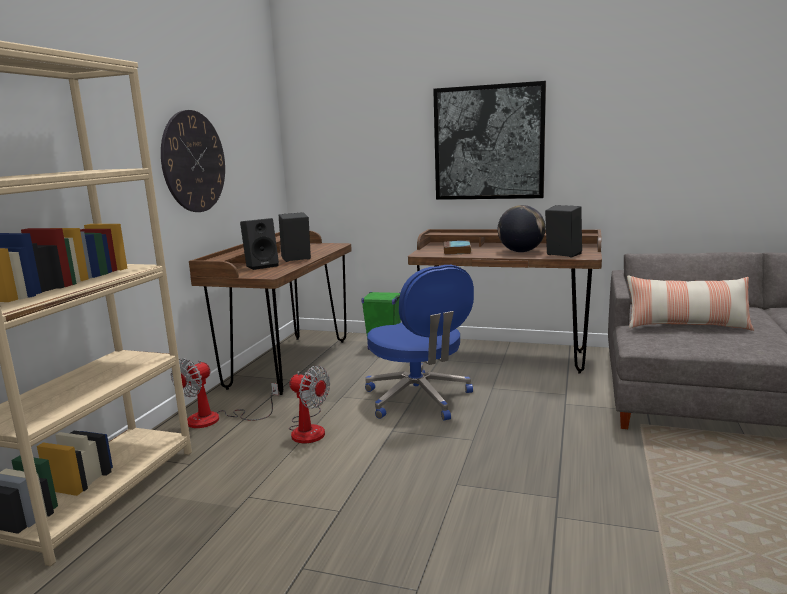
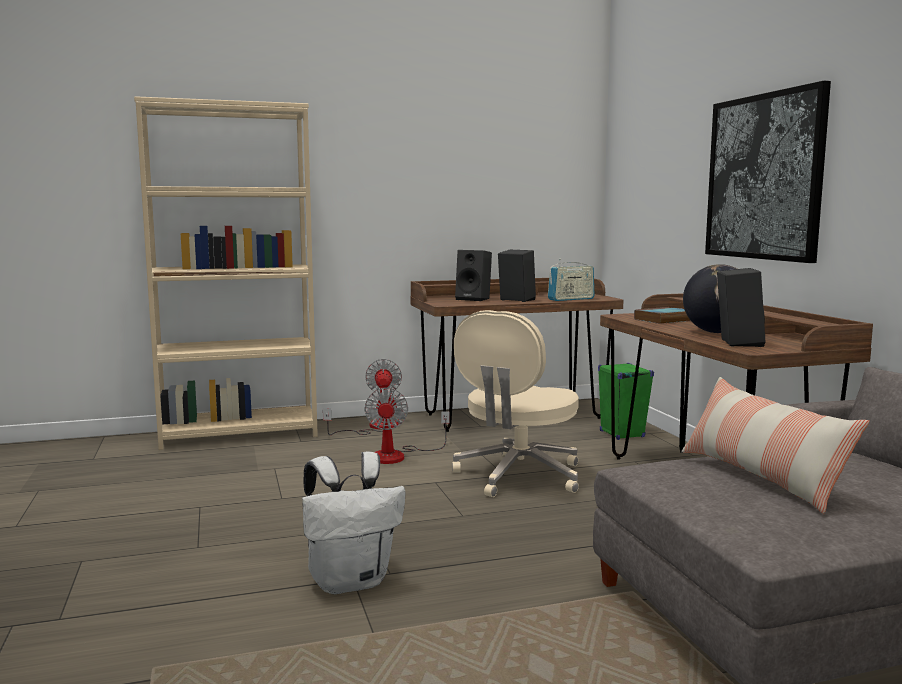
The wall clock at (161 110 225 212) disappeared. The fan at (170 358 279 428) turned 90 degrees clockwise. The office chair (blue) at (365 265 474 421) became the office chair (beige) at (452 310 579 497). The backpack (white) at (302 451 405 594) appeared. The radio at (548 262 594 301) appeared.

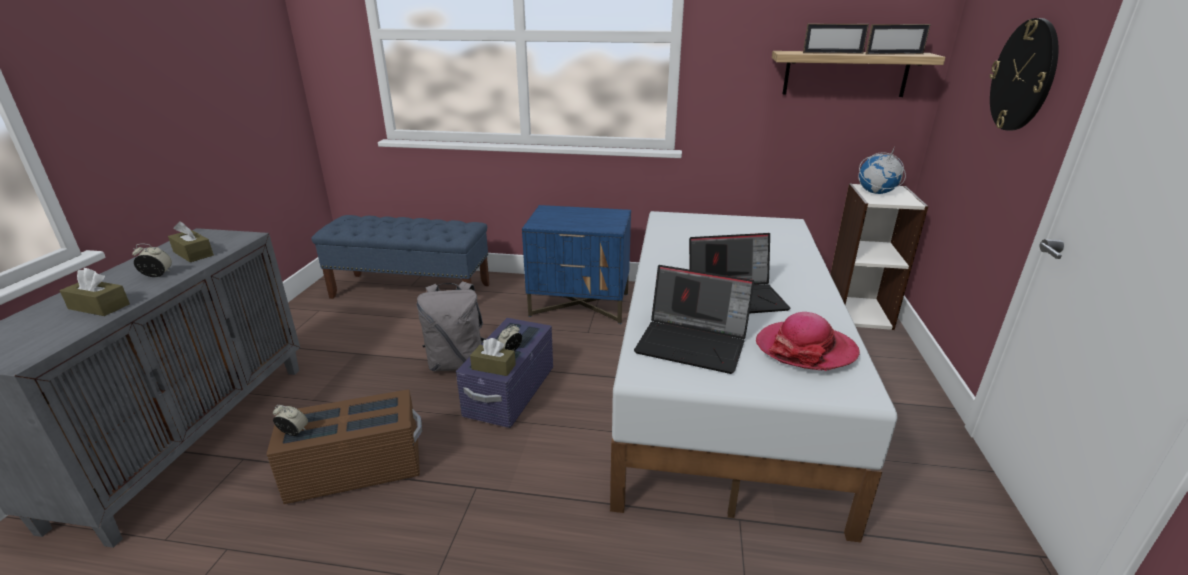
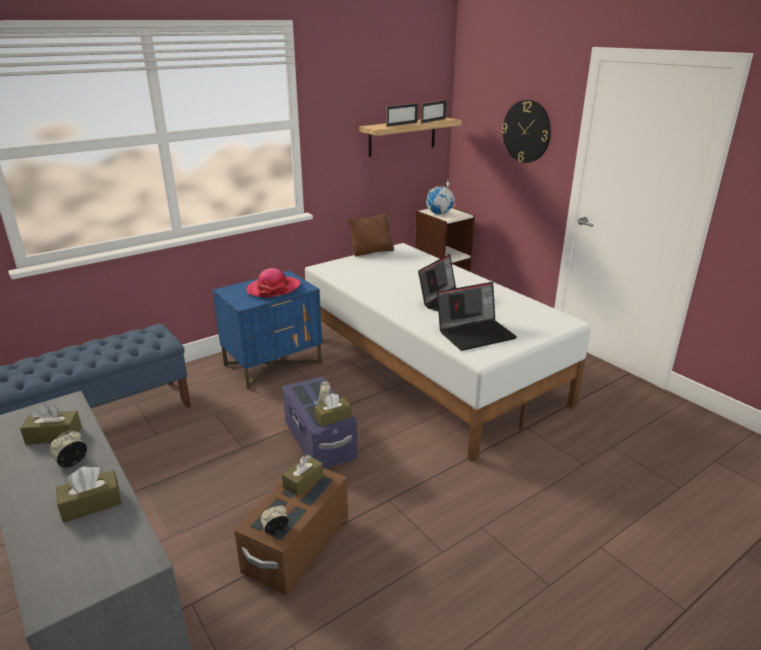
The backpack (grey) at (417 282 486 371) disappeared. The hat moved from (756 312 860 371) to (246 268 301 298). The tissue box (brown) at (282 455 323 496) appeared. The pillow (brown) at (348 212 394 257) appeared.

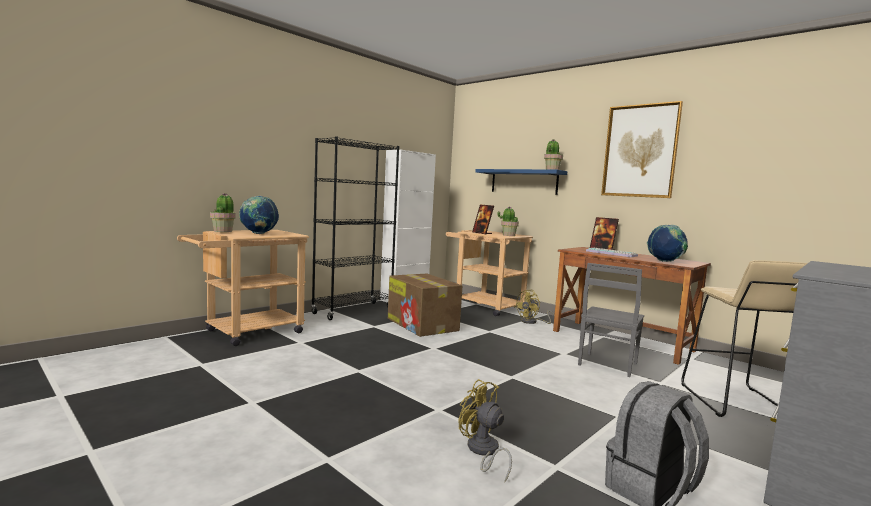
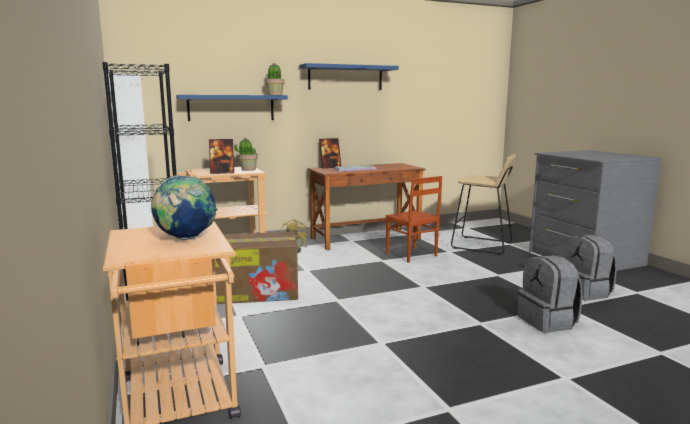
The potted plant at (210 194 236 232) disappeared. The fan (yellow) at (458 379 512 482) was replaced by the backpack (grey) at (518 255 582 333). The chair (grey) at (578 263 644 377) became the chair (brown) at (385 176 442 263). The picture at (601 101 683 198) was replaced by the shelf (blue) at (299 63 399 90). The globe at (647 225 688 262) disappeared.

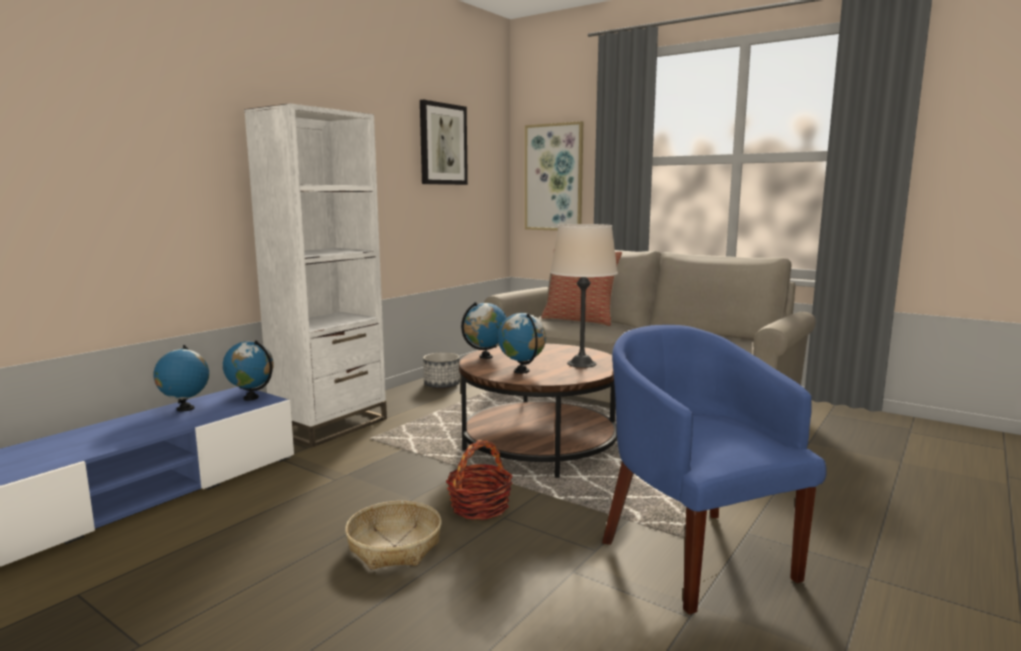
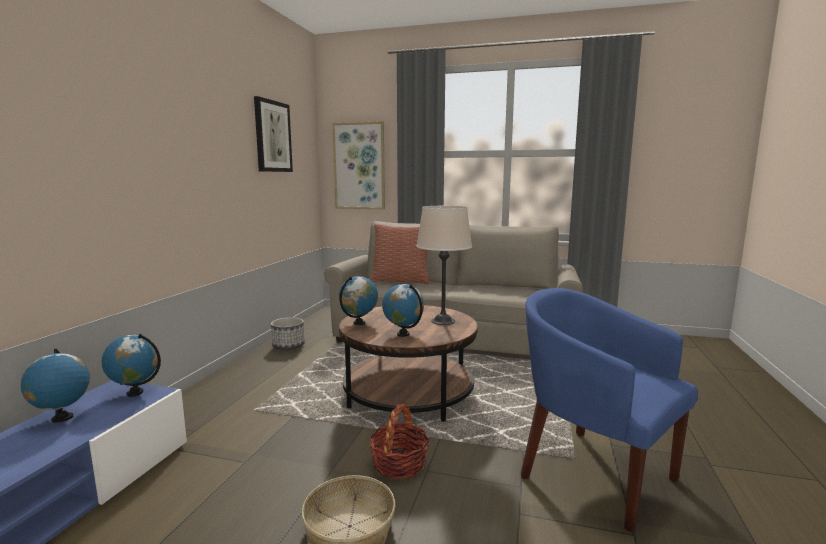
The bookcase (white) at (244 103 387 447) disappeared.

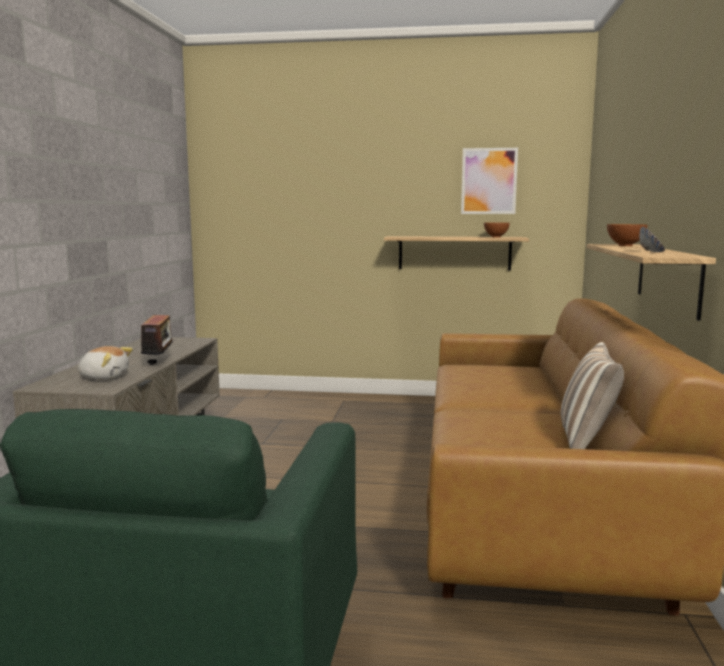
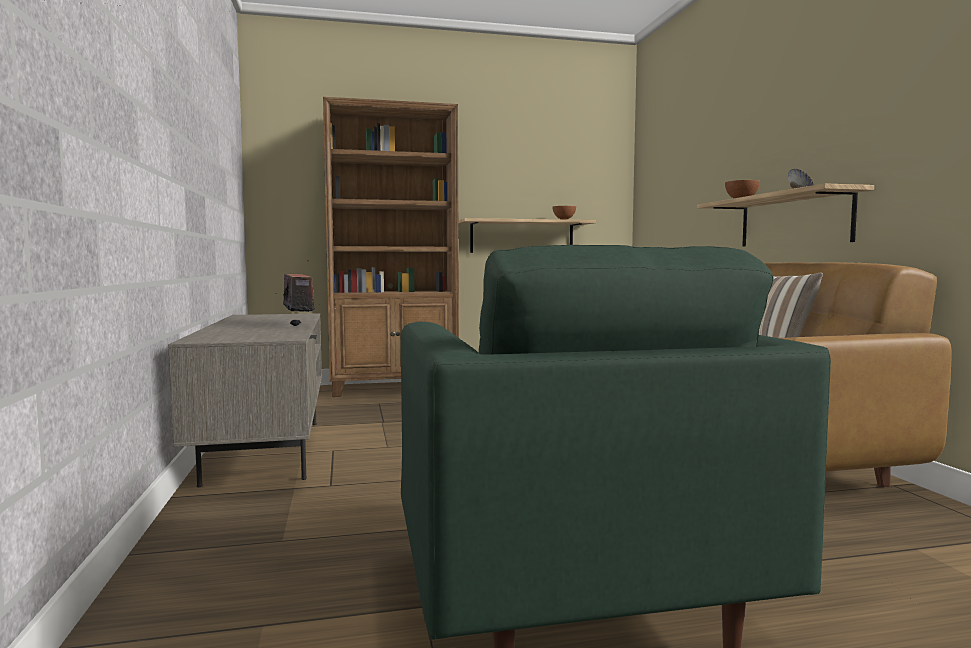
The plush toy at (77 346 133 380) disappeared. The picture at (461 148 518 214) disappeared. The bookcase (brown) at (323 97 459 397) appeared.

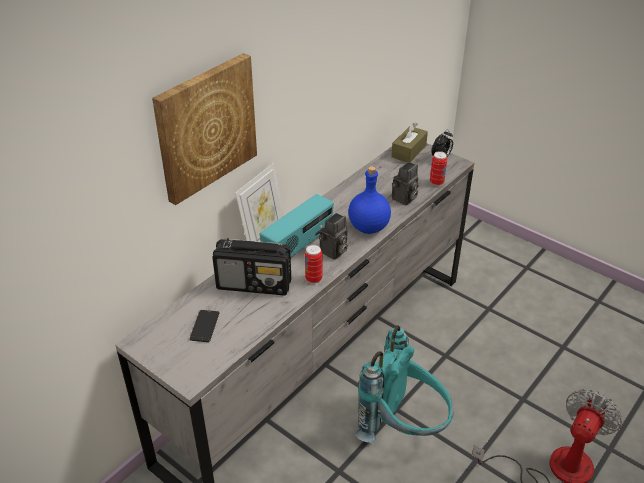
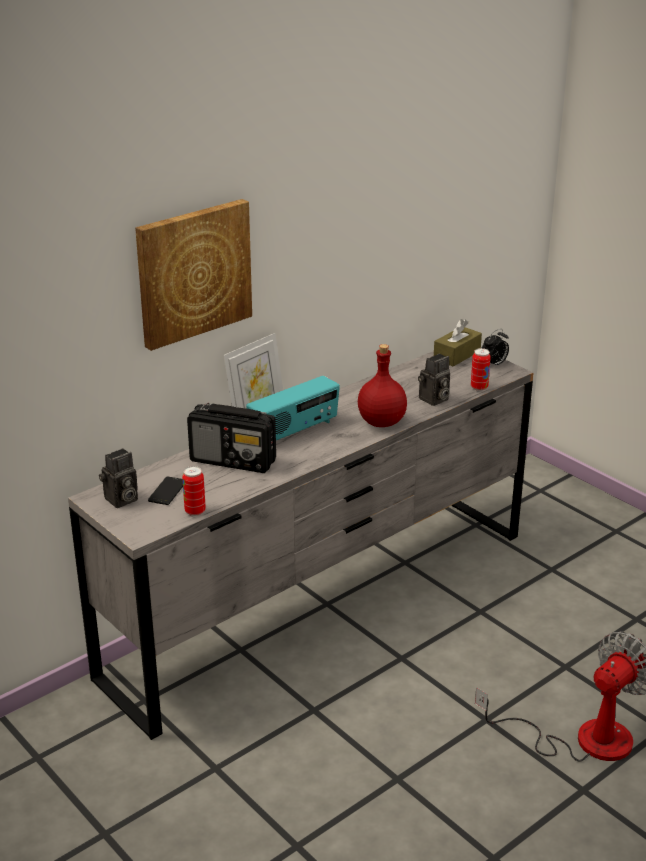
The can moved from (305 245 322 283) to (182 466 206 516). The photo camera moved from (319 213 348 260) to (99 448 138 508). The bottle (blue) at (348 166 391 234) became the bottle (red) at (358 344 407 427). The backpack (turquoise) at (355 325 454 443) disappeared.

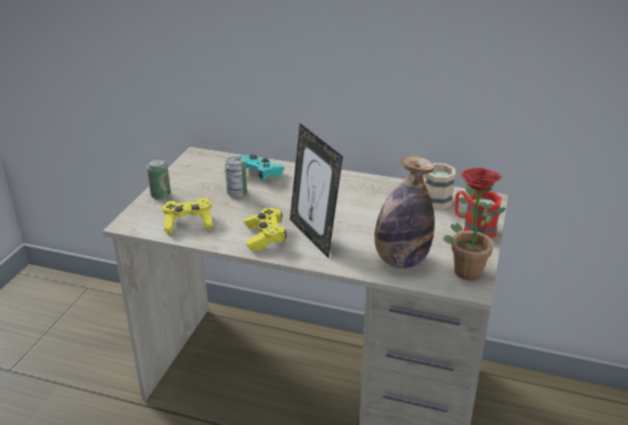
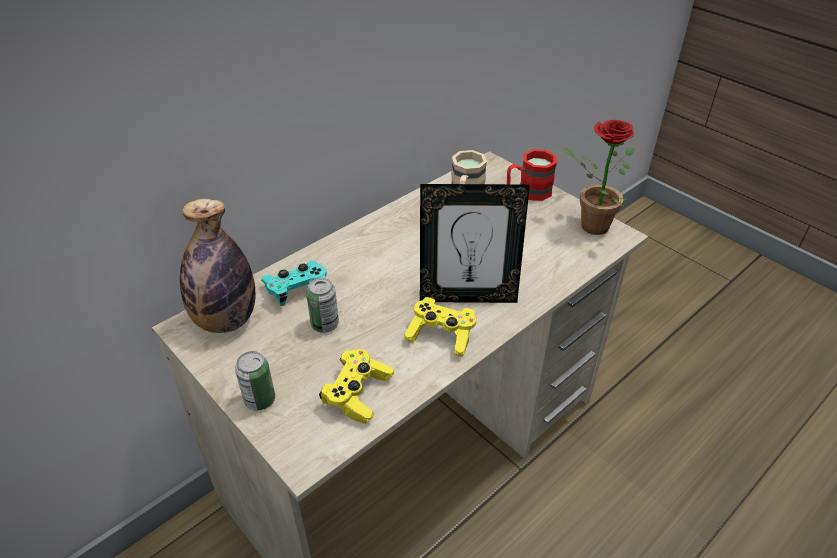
The bottle moved from (374 156 435 269) to (180 199 255 333).

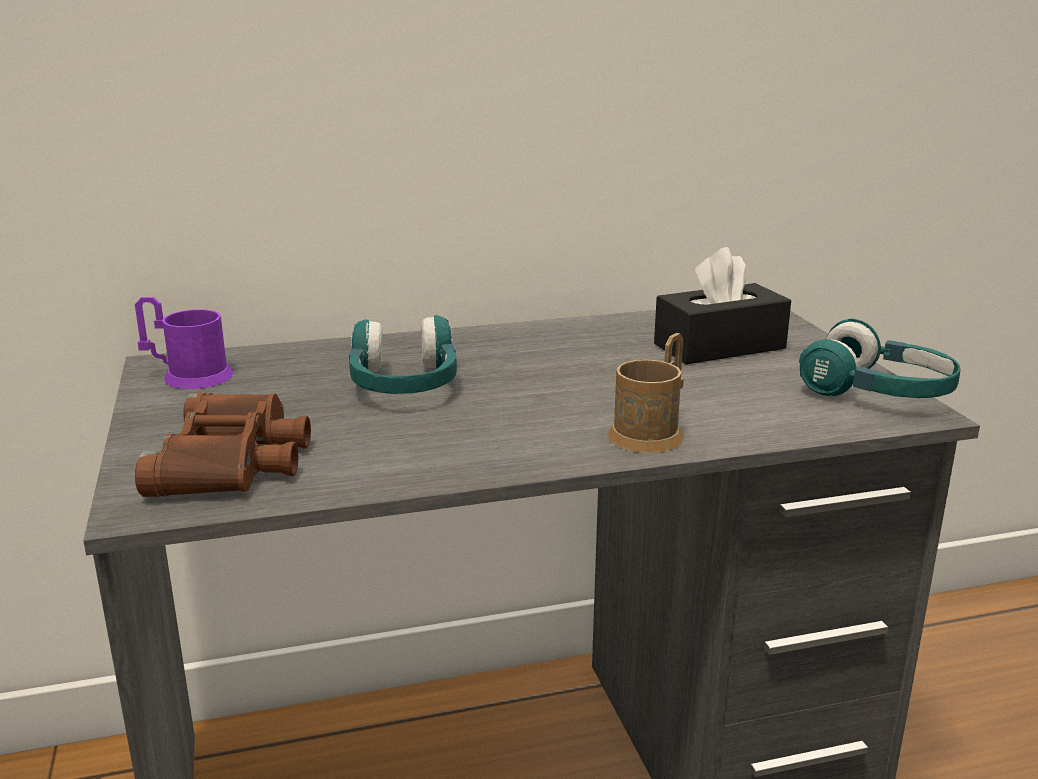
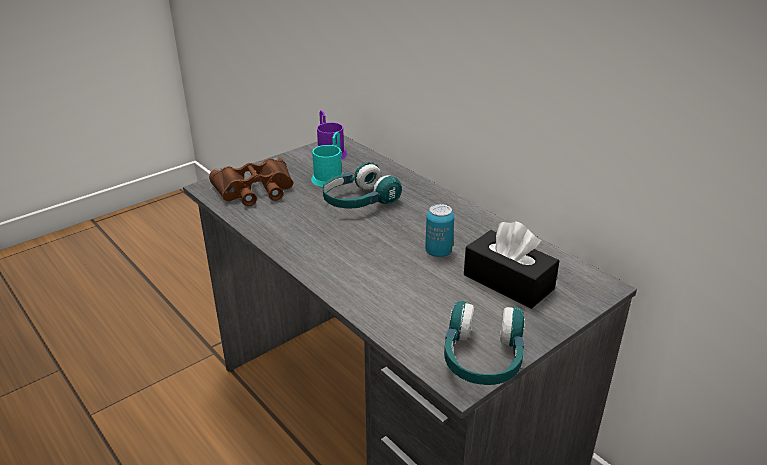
The mug (brown) at (607 333 684 453) disappeared. The mug (turquoise) at (311 132 342 187) appeared. The can at (425 204 454 257) appeared.

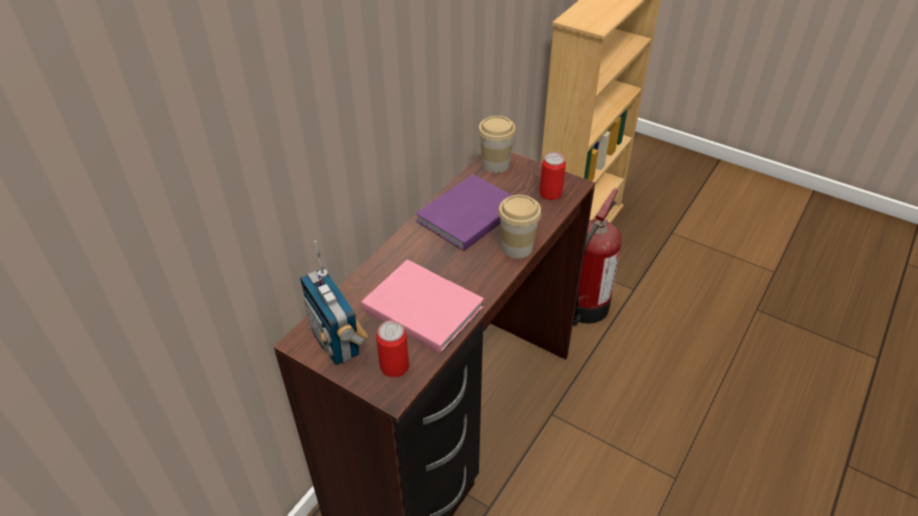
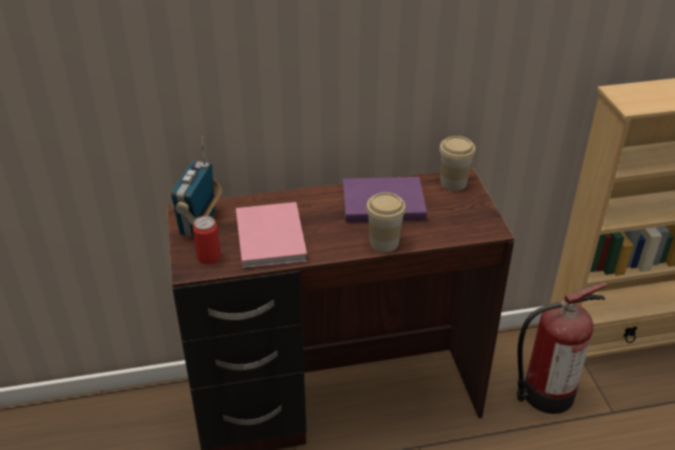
The can at (539 152 566 200) disappeared.

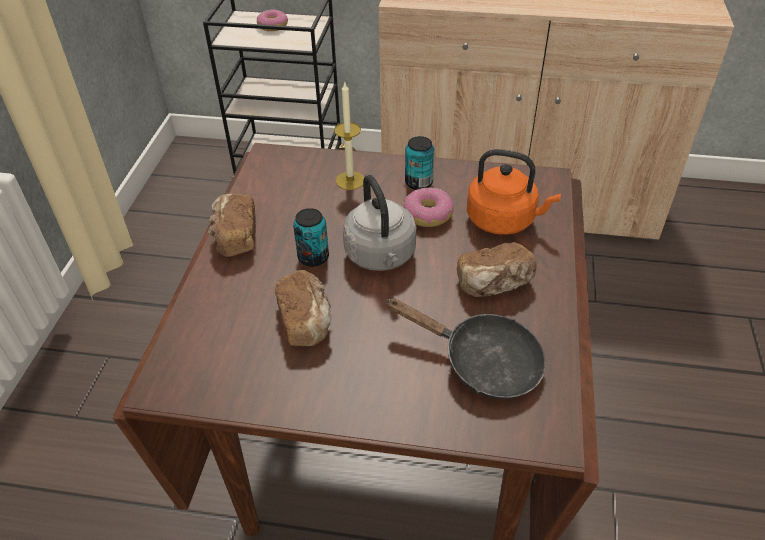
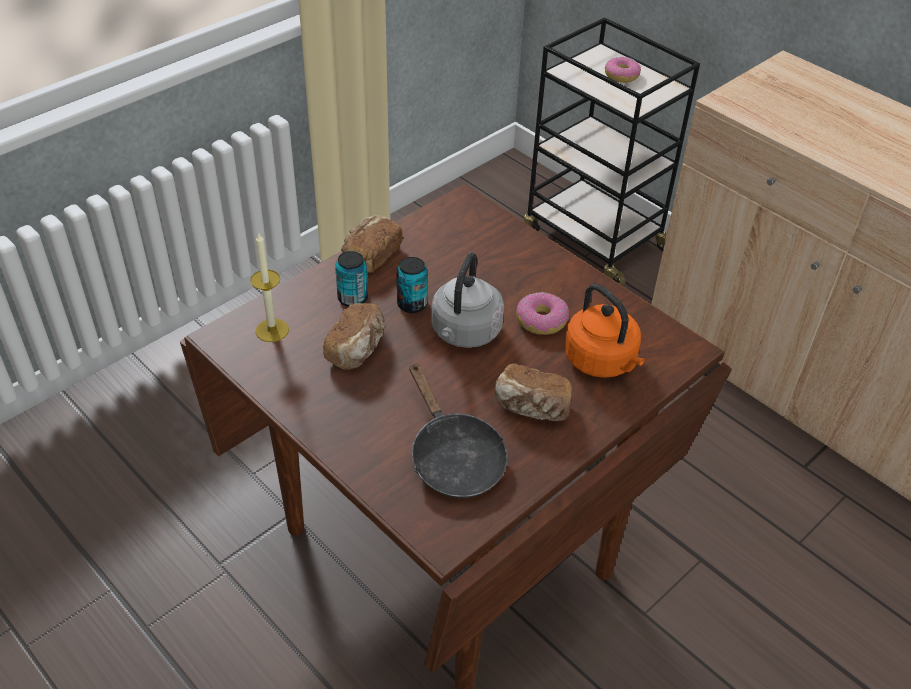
The candle moved from (334 81 364 190) to (250 233 289 342). The can moved from (405 136 434 190) to (335 251 368 307).

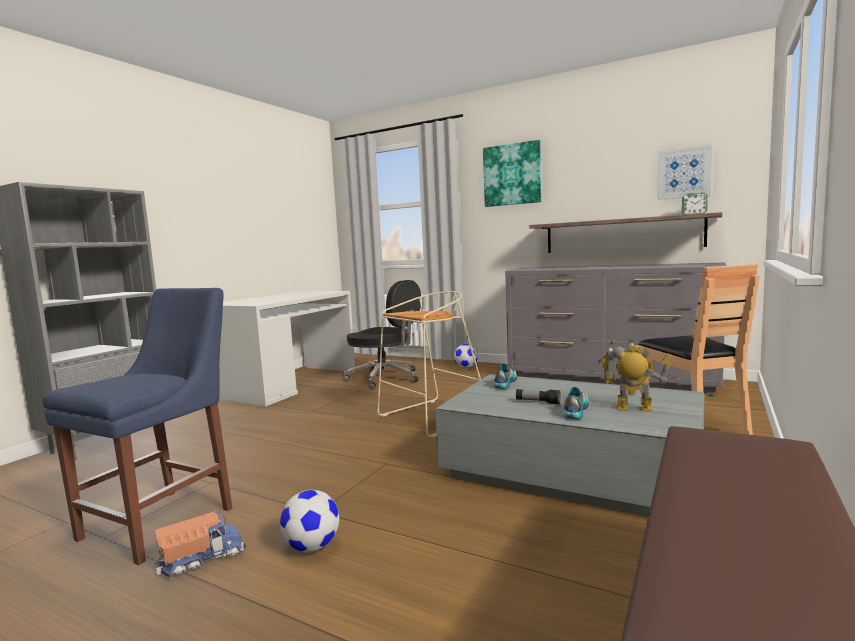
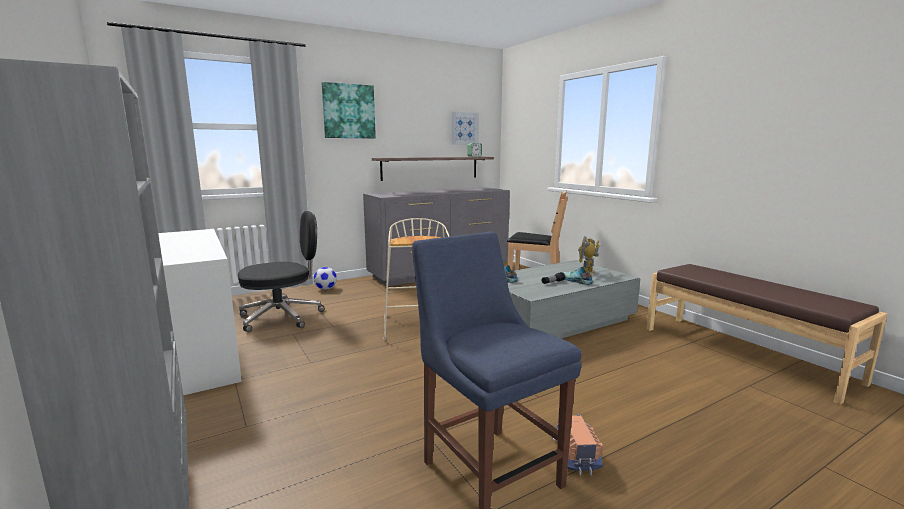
The football at (280 490 339 552) disappeared.

